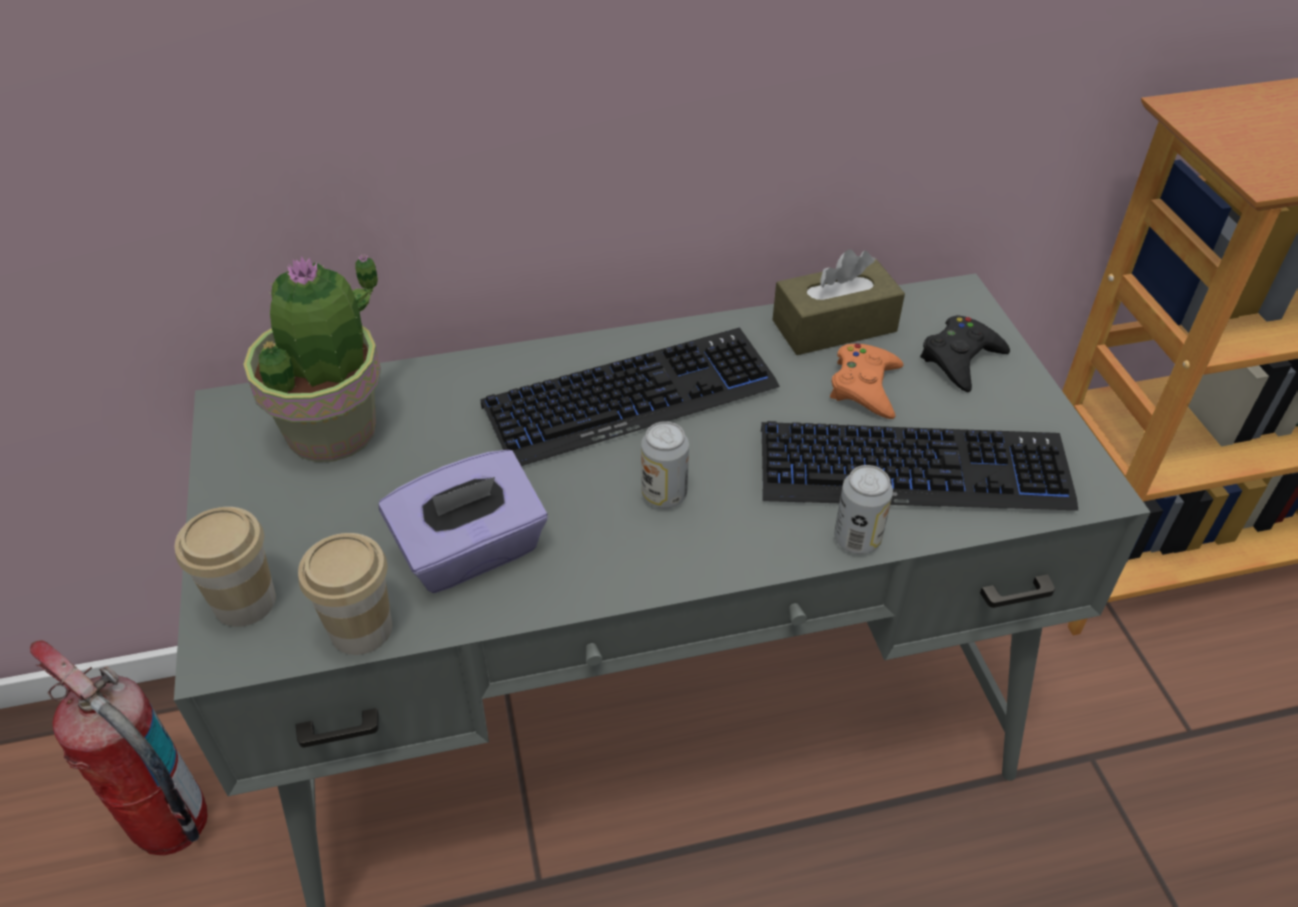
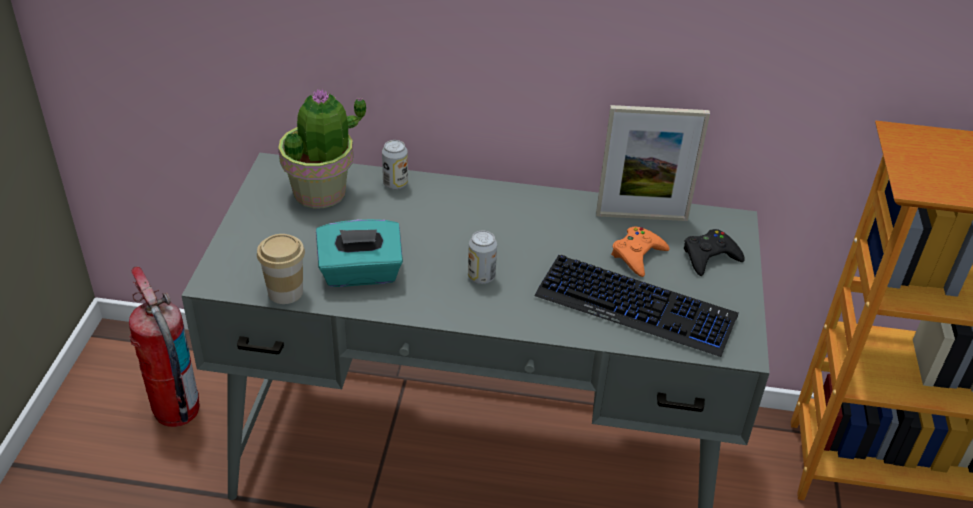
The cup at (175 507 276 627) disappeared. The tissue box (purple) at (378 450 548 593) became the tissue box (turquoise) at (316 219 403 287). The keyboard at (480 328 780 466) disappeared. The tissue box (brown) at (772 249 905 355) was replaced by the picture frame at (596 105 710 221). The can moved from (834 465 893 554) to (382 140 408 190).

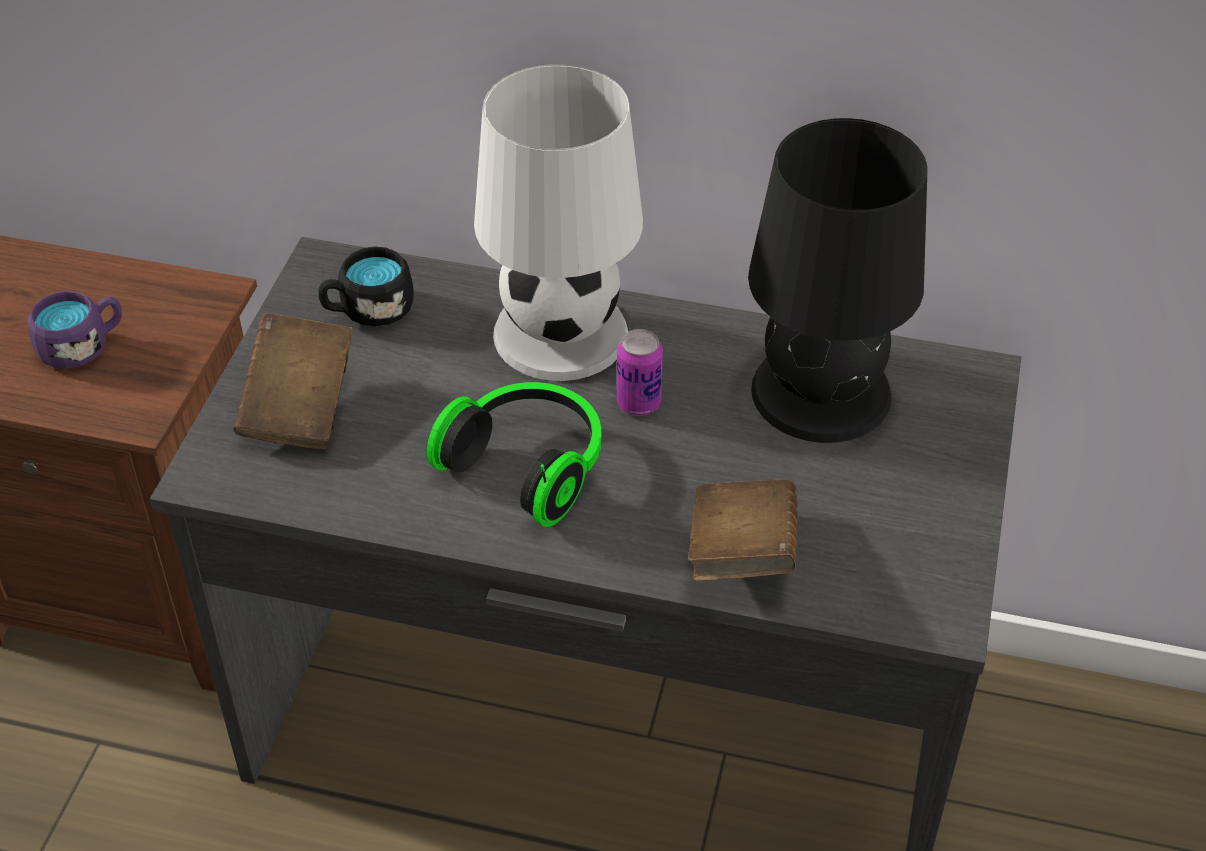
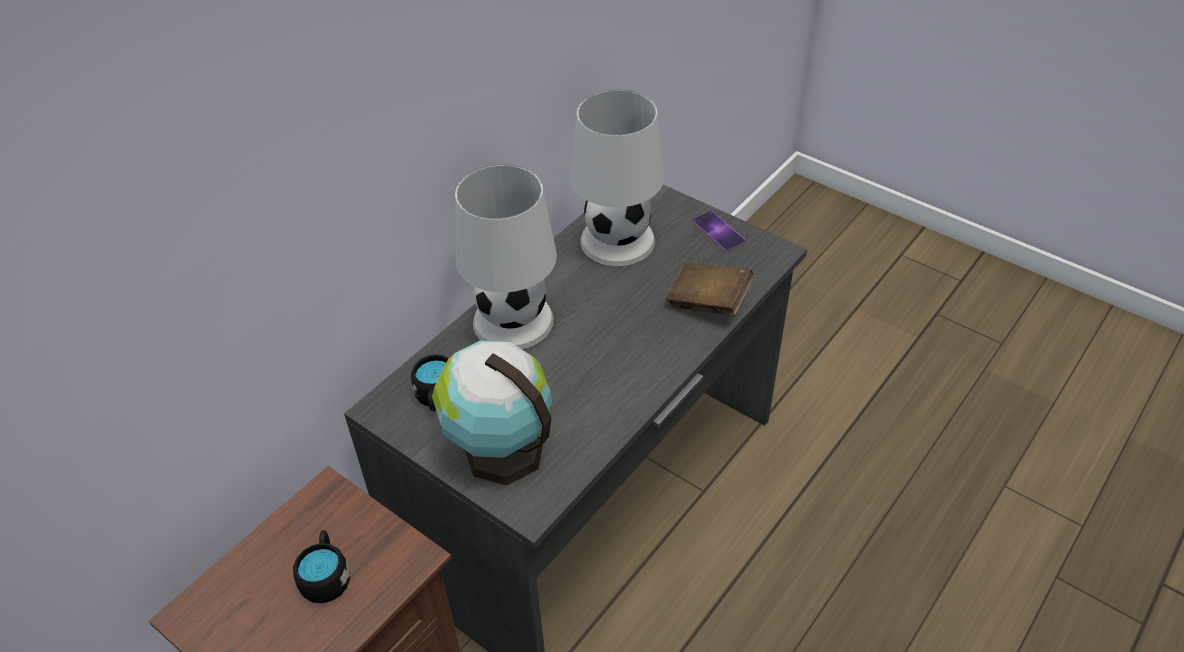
The mug (purple) at (28 291 122 369) became the mug (black) at (293 530 350 603). The book (brown) at (233 313 353 449) was replaced by the globe at (432 340 552 486). The headphones at (426 382 601 527) disappeared. The can at (617 329 663 415) disappeared. The table lamp (black) at (748 118 928 443) became the table lamp (white) at (571 89 664 266). The phone at (692 211 746 252) appeared.

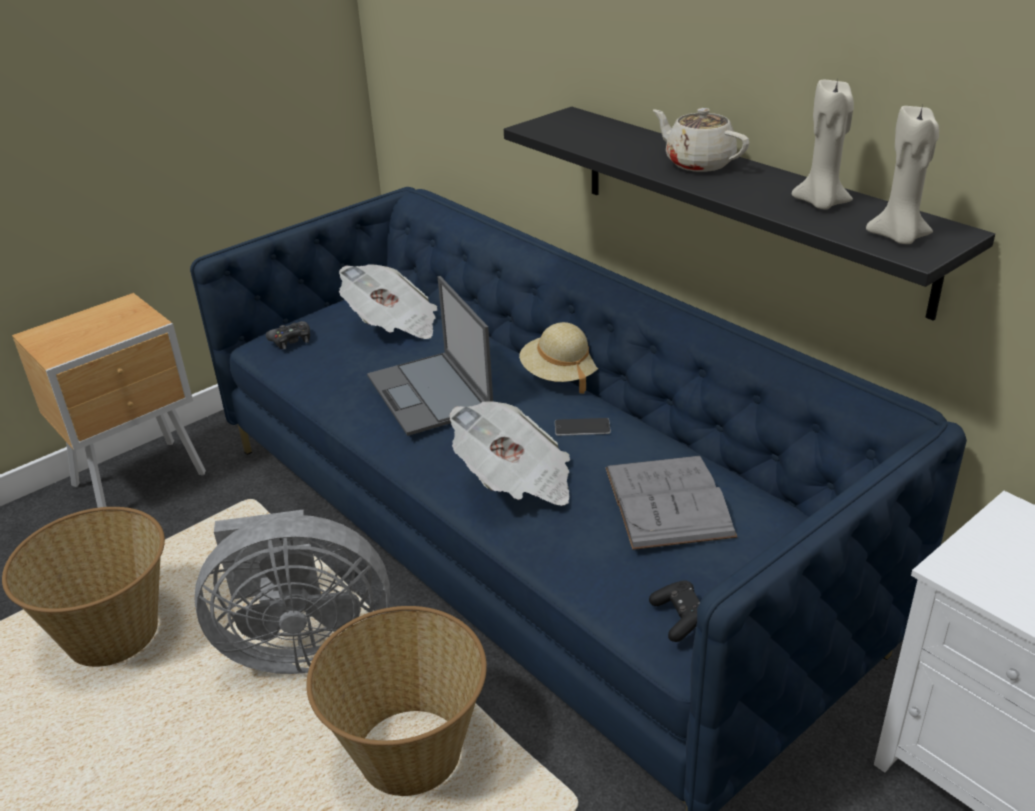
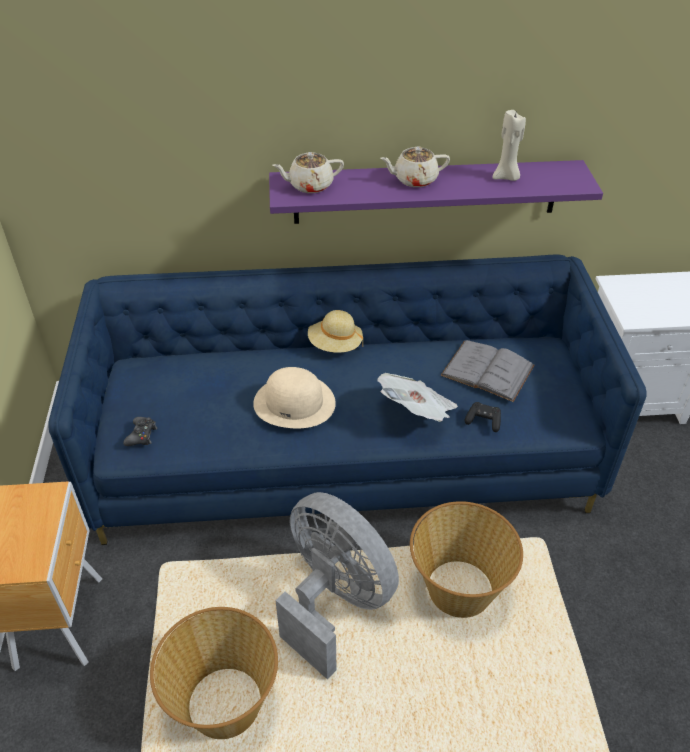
The fan (grey) at (195 510 390 674) turned 75 degrees counterclockwise. The newspaper at (339 264 437 339) disappeared. The laptop at (367 276 493 436) was replaced by the hat (beige) at (253 367 336 428). The shelf (black) at (504 107 995 321) became the shelf (purple) at (269 160 603 224). The phone at (555 418 611 436) disappeared. The game controller (black) moved from (649 580 700 642) to (465 402 501 432). The candle (beige) at (866 105 939 244) disappeared. The teapot (beige) at (272 152 344 193) appeared.

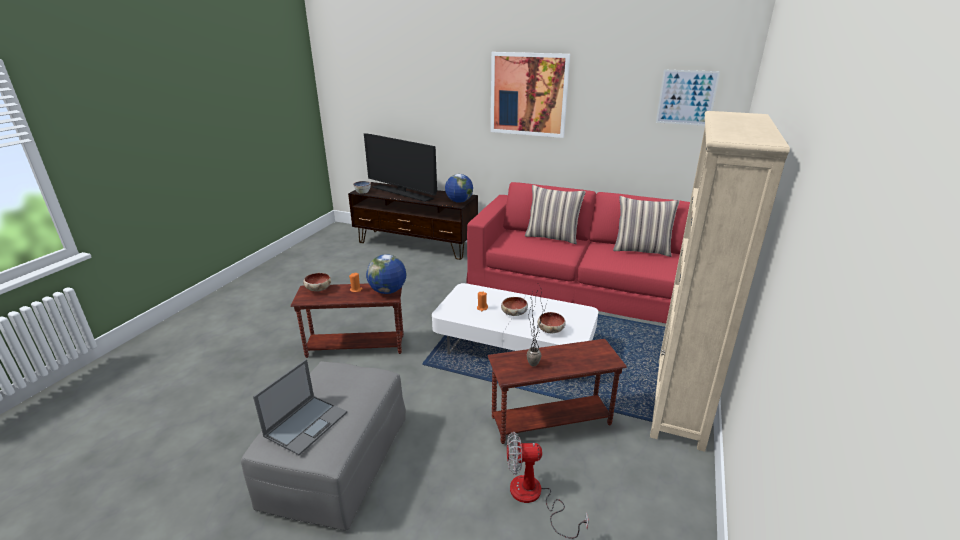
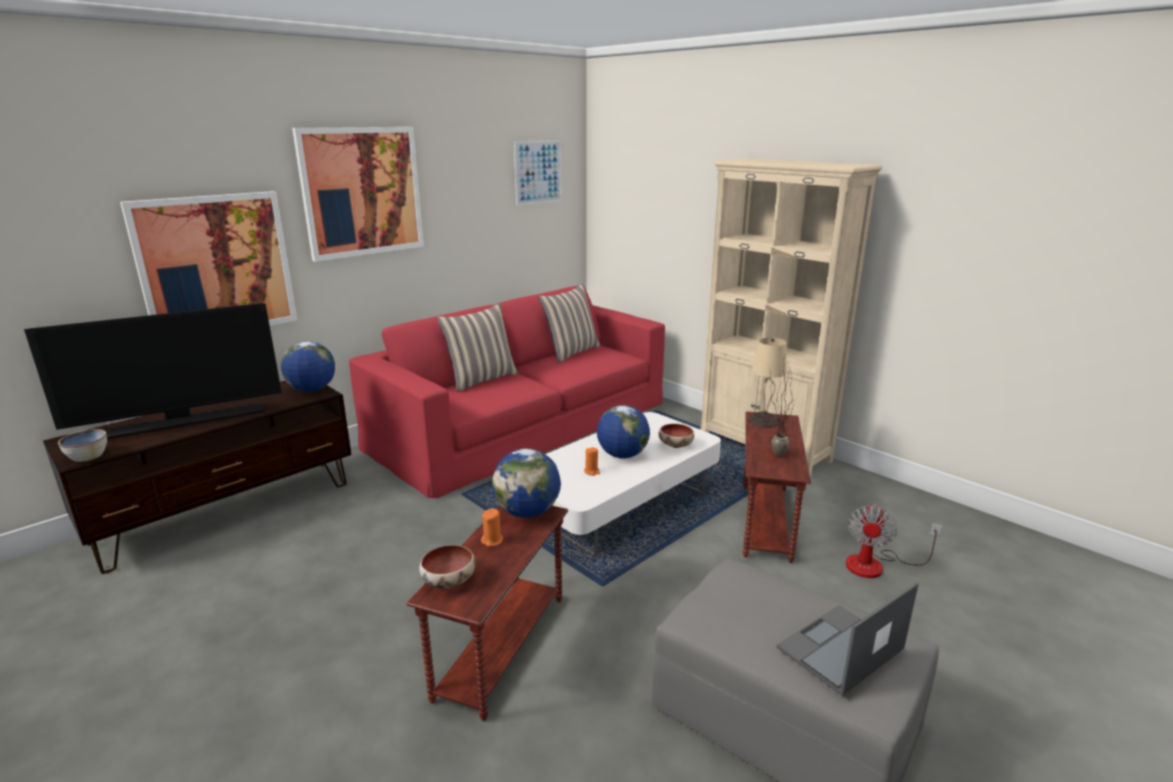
The laptop at (253 359 347 455) turned 90 degrees counterclockwise. The bowl at (501 297 528 316) was replaced by the globe at (597 405 650 459). The picture at (120 191 297 326) appeared. The table lamp (beige) at (748 338 787 428) appeared.

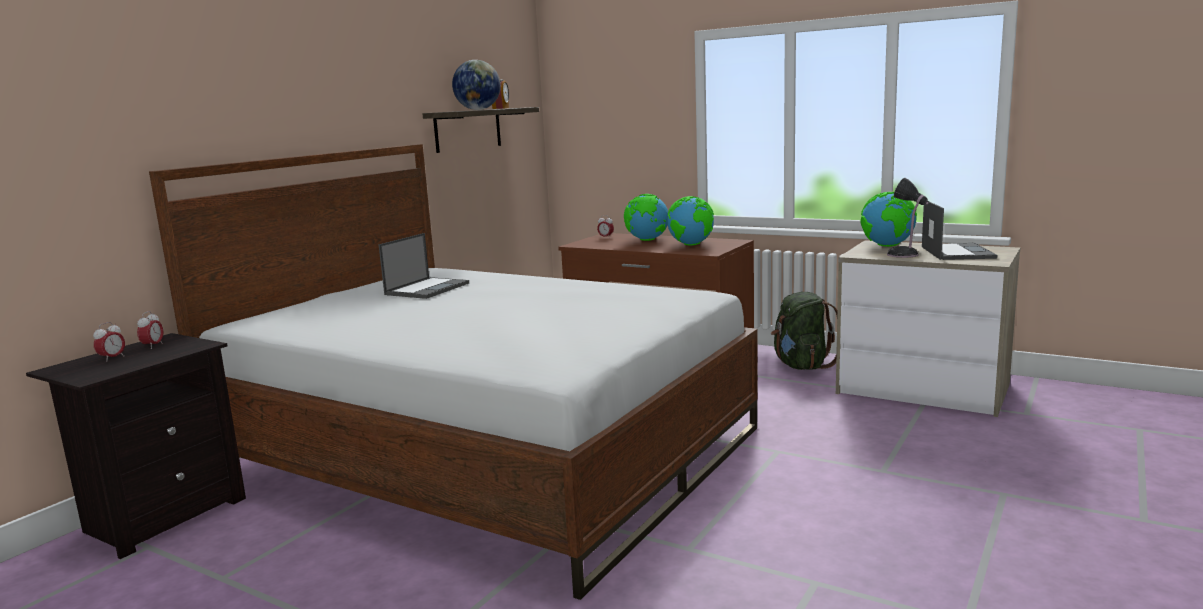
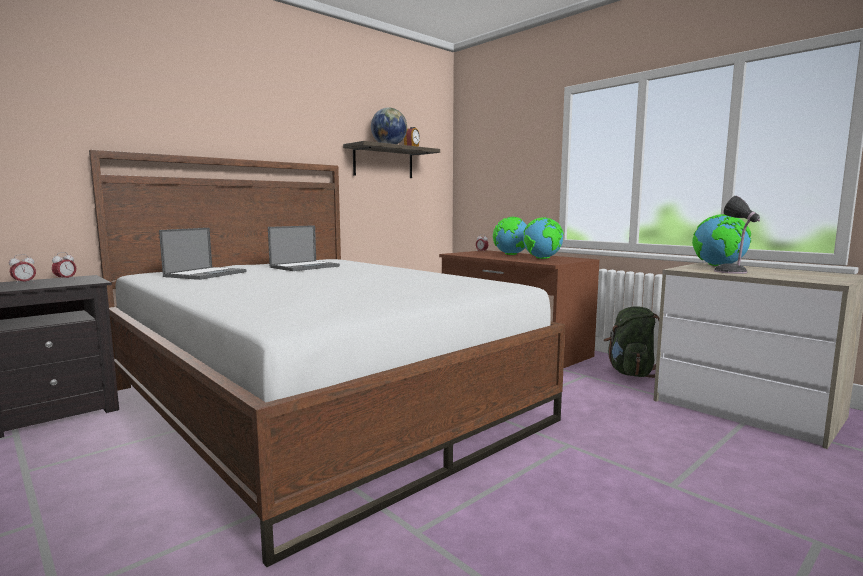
The laptop moved from (922 201 997 260) to (159 228 246 280).

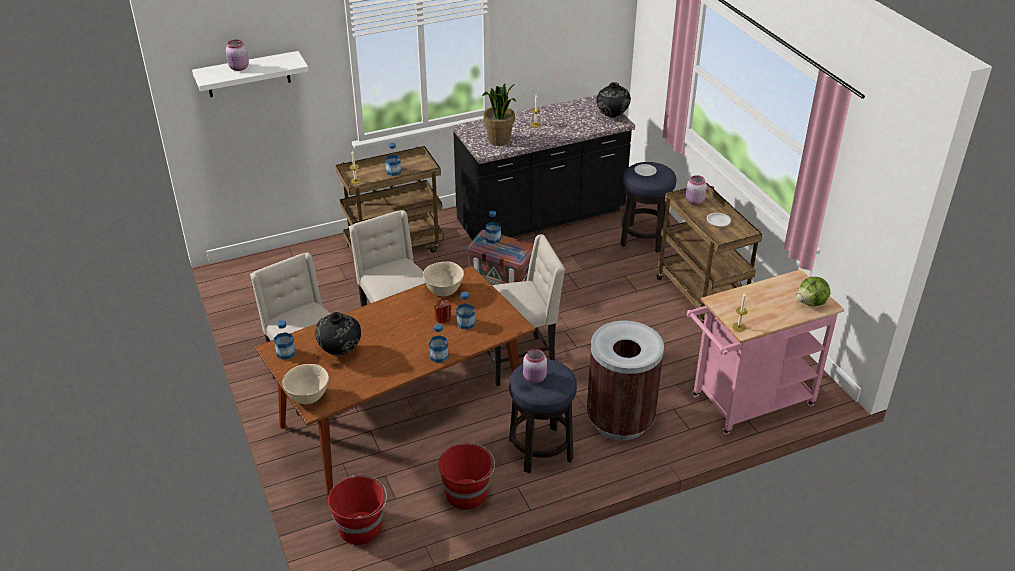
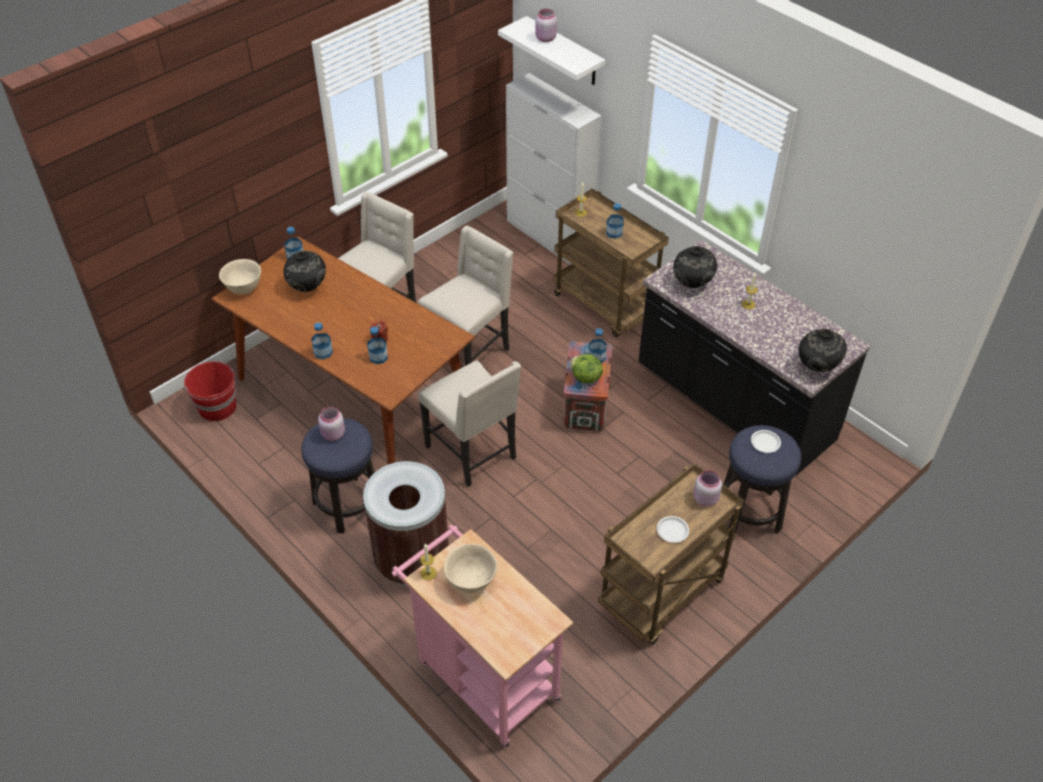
The bowl (beige) moved from (423 261 464 296) to (444 544 497 593). The bucket (red) at (438 442 495 510) disappeared. The potted plant at (482 83 516 146) was replaced by the vase (black) at (673 246 717 288). The lettuce moved from (796 277 831 306) to (571 354 603 383). The cabinet (white) at (506 73 601 265) appeared.

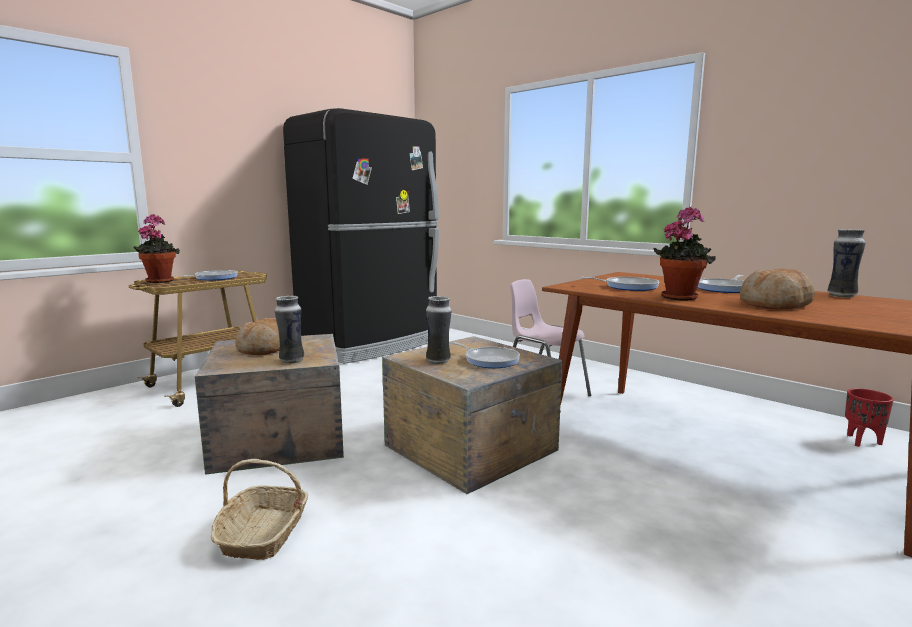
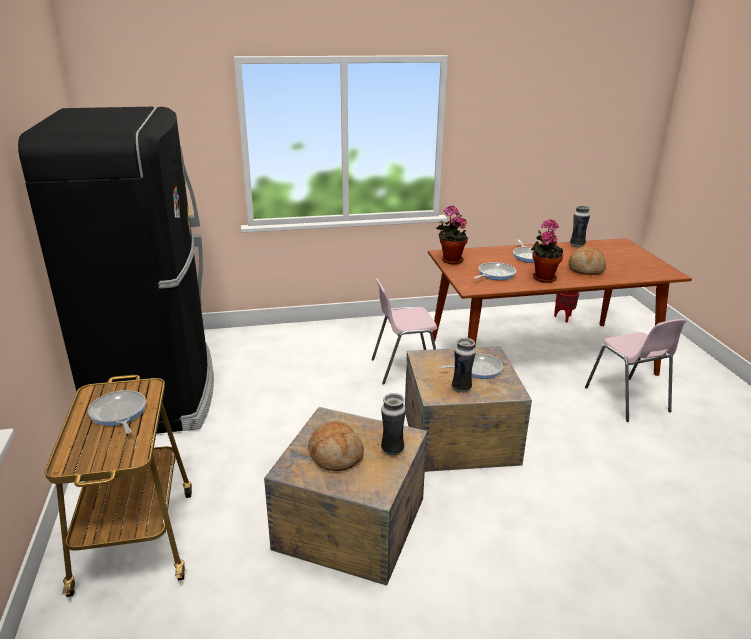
The potted plant moved from (133 214 180 283) to (436 205 468 264). The basket at (211 459 308 560) disappeared. The chair (pink) at (585 319 686 422) appeared.

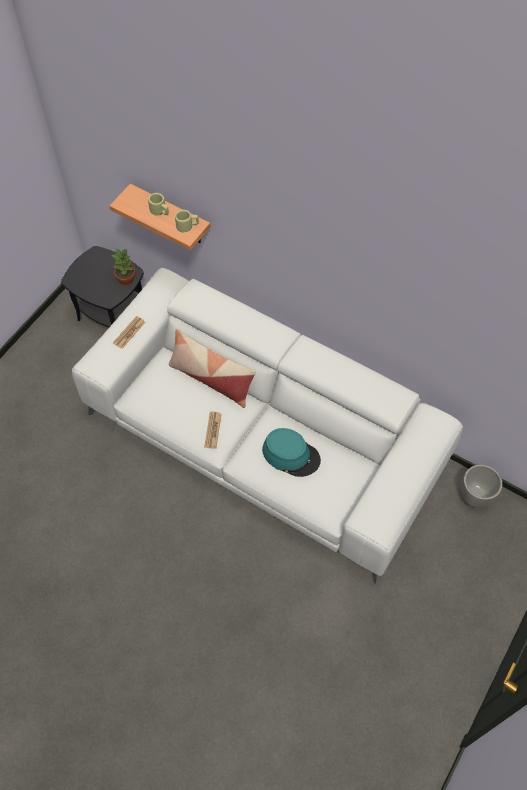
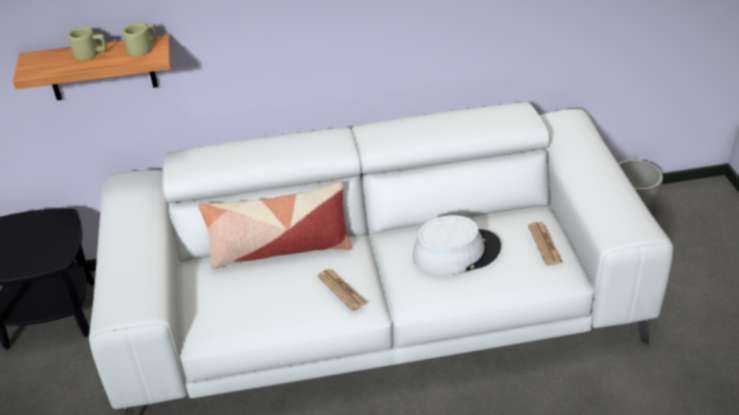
The potted plant at (112 249 135 285) disappeared. The newspaper moved from (113 316 145 349) to (528 222 563 265). The hat (turquoise) at (262 428 321 477) became the hat (white) at (412 215 501 275).

